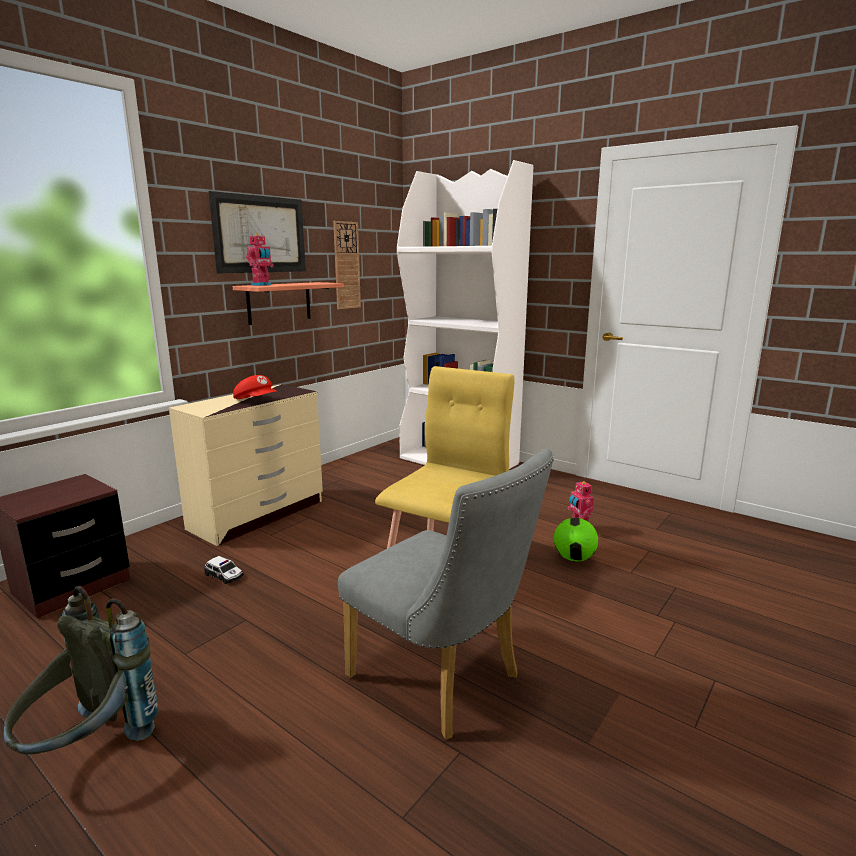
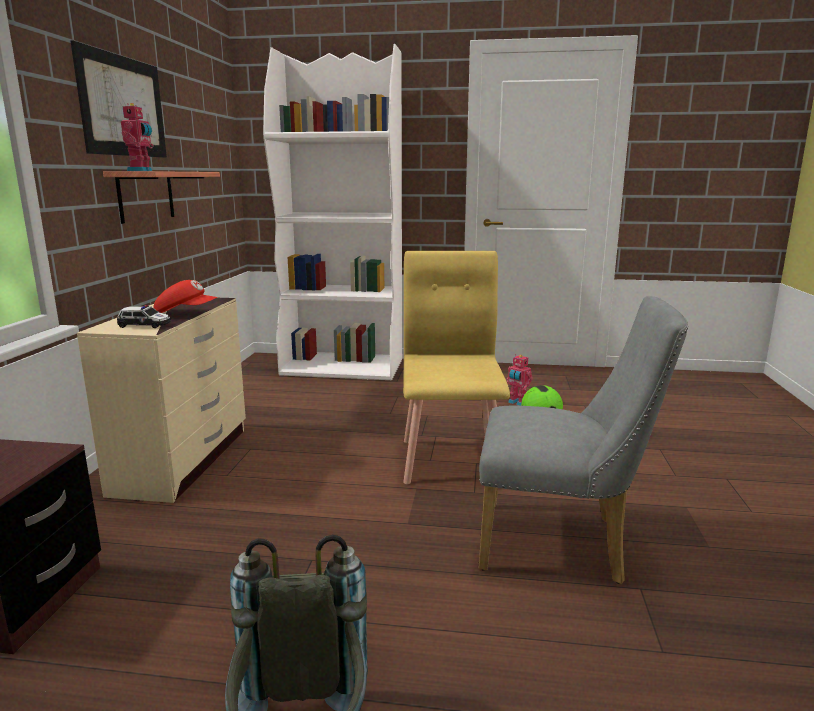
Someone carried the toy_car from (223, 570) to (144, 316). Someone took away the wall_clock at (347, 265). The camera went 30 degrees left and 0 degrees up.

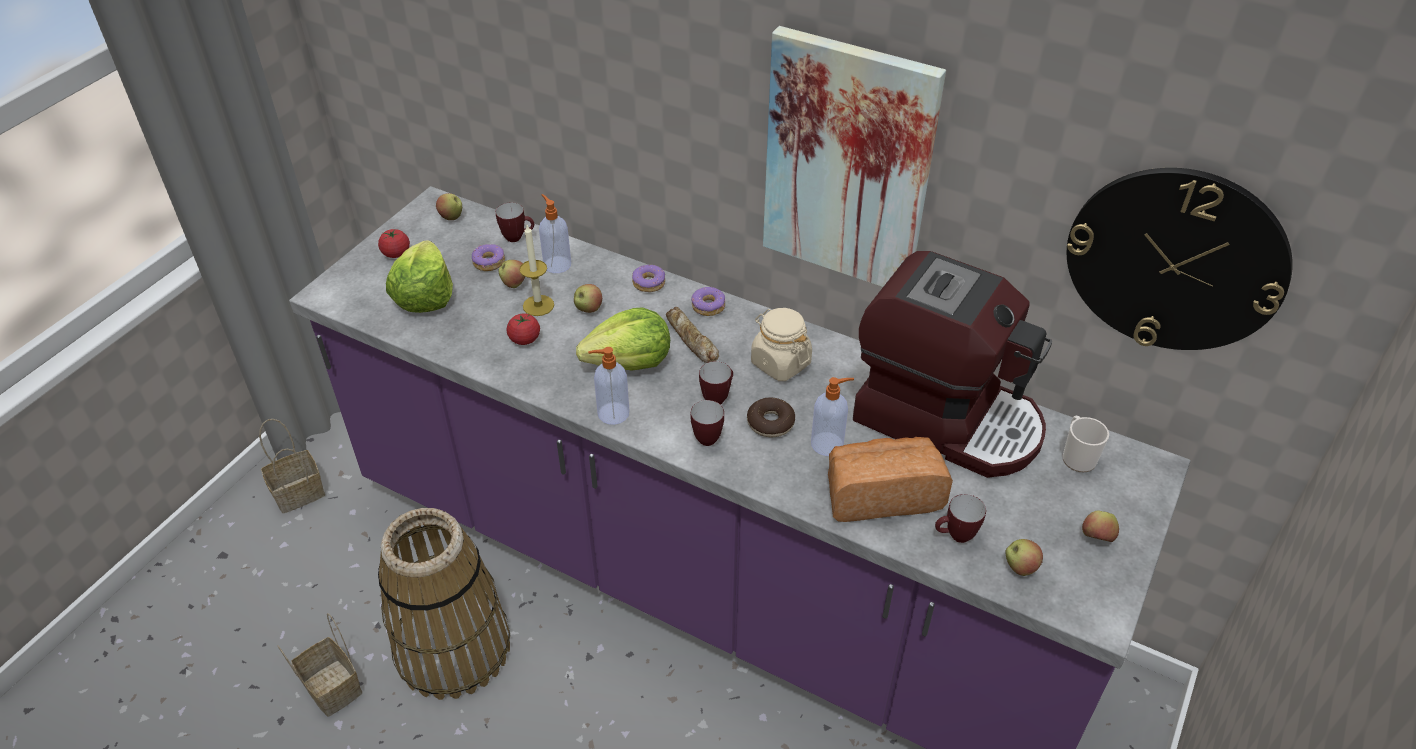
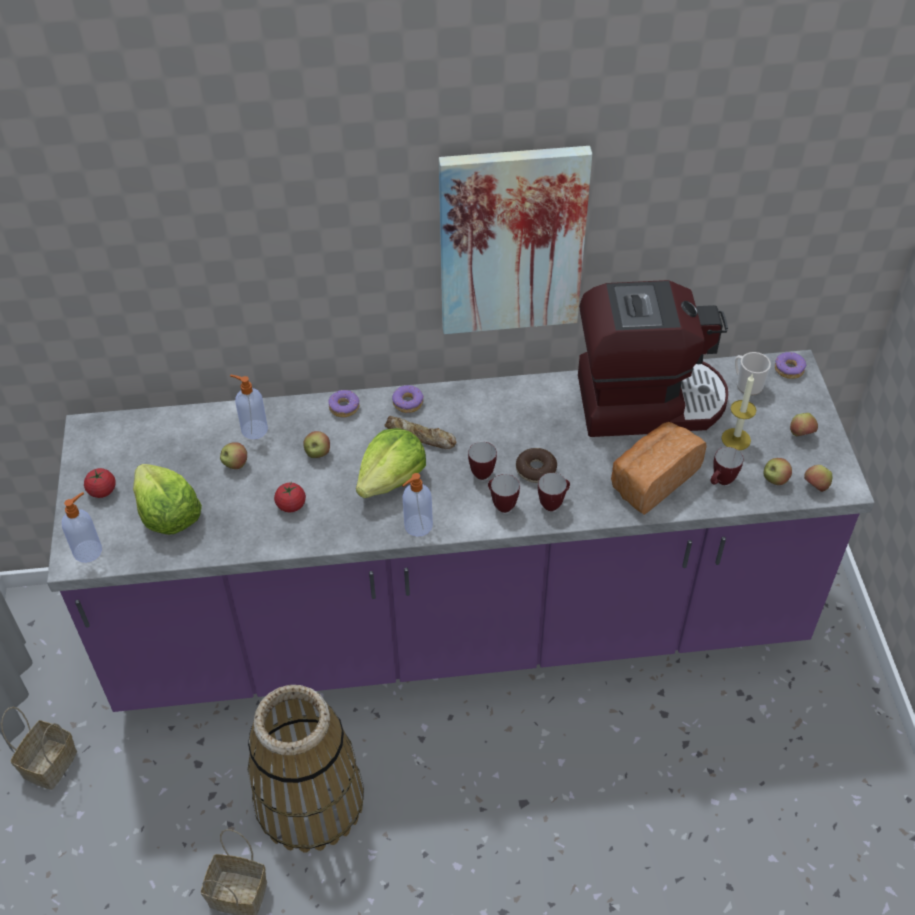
Someone carried the apple from (449, 206) to (818, 478). Someone carried the donut from (488, 257) to (790, 365). Someone carried the mug from (514, 222) to (554, 492). Someone carried the candle from (537, 270) to (739, 412). Someone took away the beige_jar at (781, 344). Someone carried the soap_dispenser from (832, 416) to (82, 527). Someone took away the wall_clock at (1180, 259). The camera went 35 degrees left and 5 degrees up.

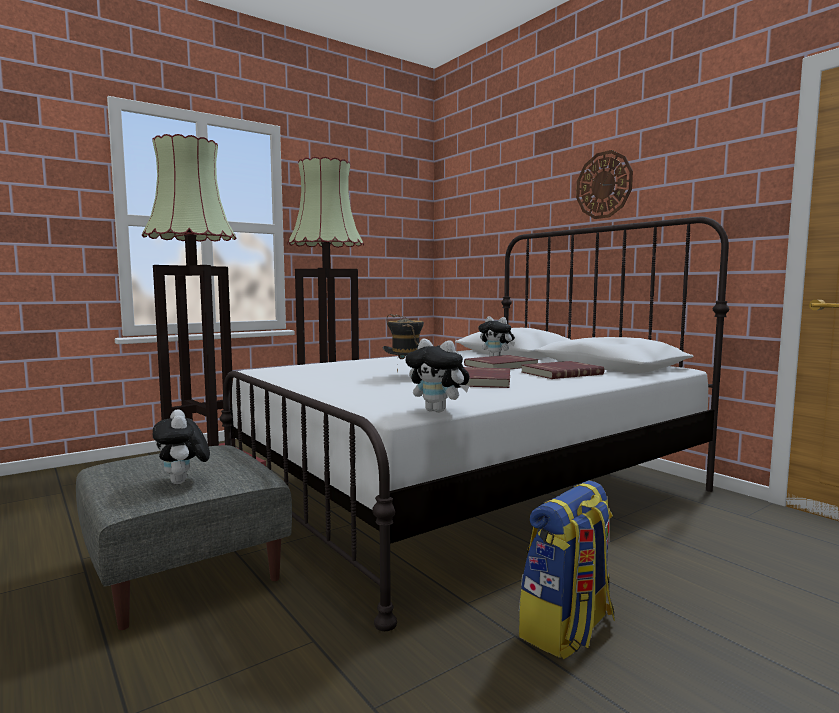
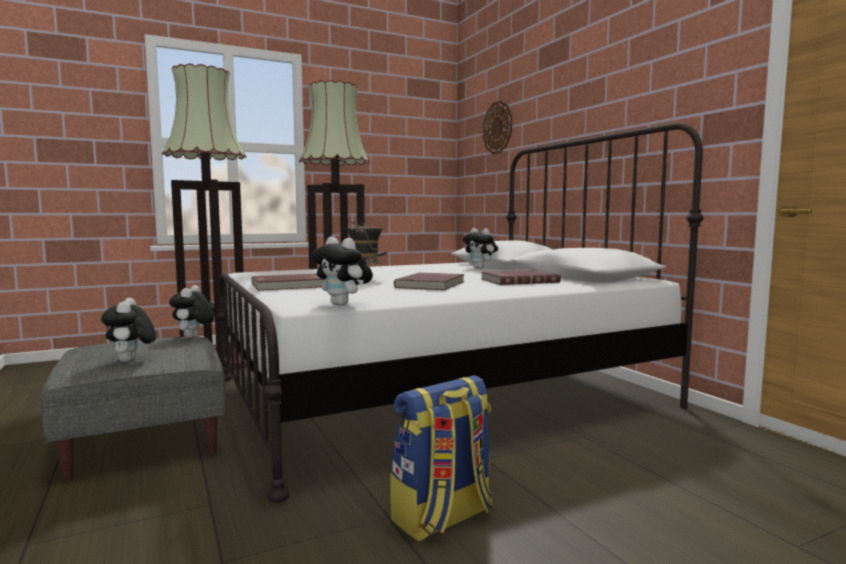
Someone carried the red_book from (501, 362) to (288, 282). Someone carried the wall_clock from (604, 184) to (497, 127). Someone put down the plush_toy at (191, 311). The camera went 10 degrees right and 0 degrees up.

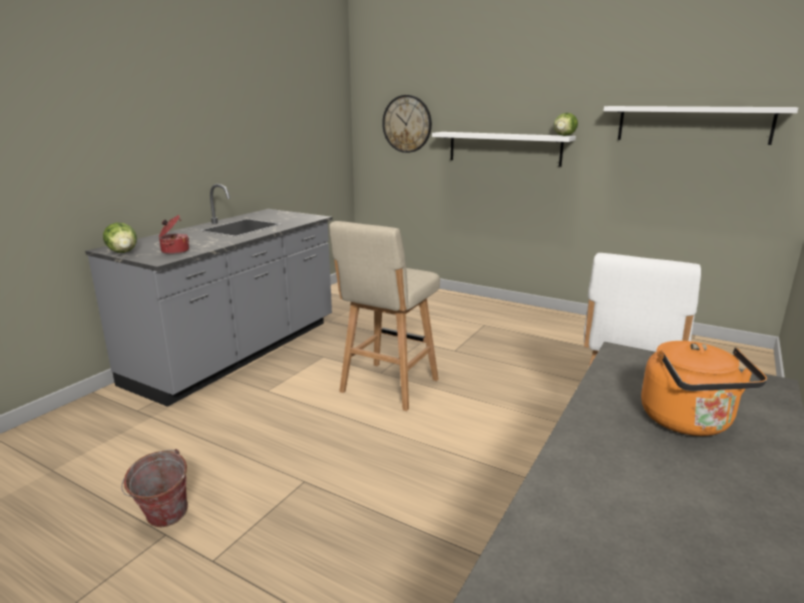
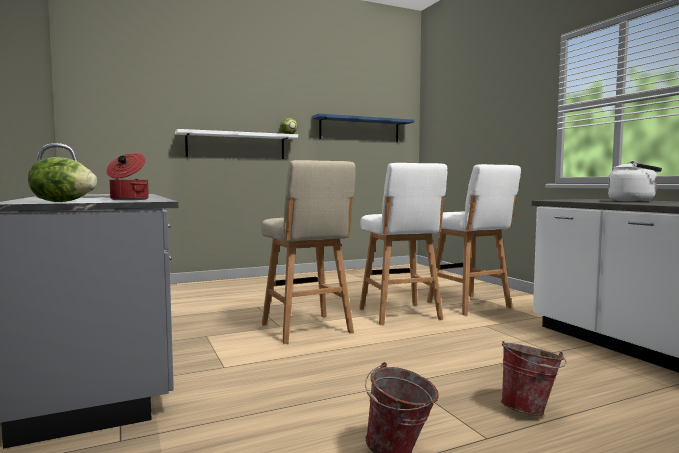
Someone took away the wall_clock at (407, 124). Someone repainted the white_shelf at (701, 125), which became the blue_shelf at (363, 127). Someone repainted the orange_kettle at (704, 388), which became the white_kettle at (635, 181). Someone put down the white_stool at (403, 244). Someone put down the bucket at (533, 378). The camera went 55 degrees left and 15 degrees down.

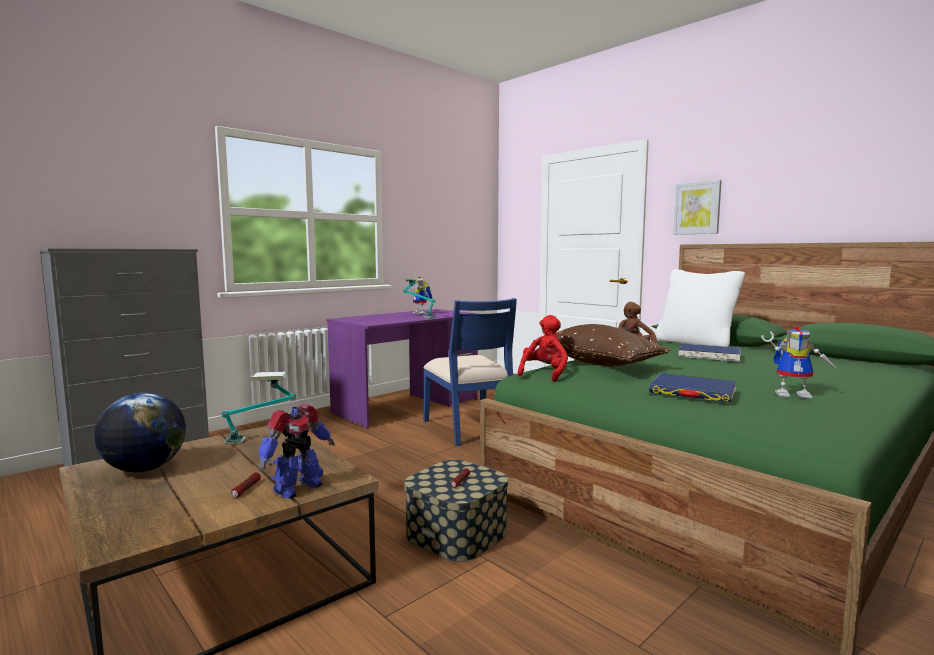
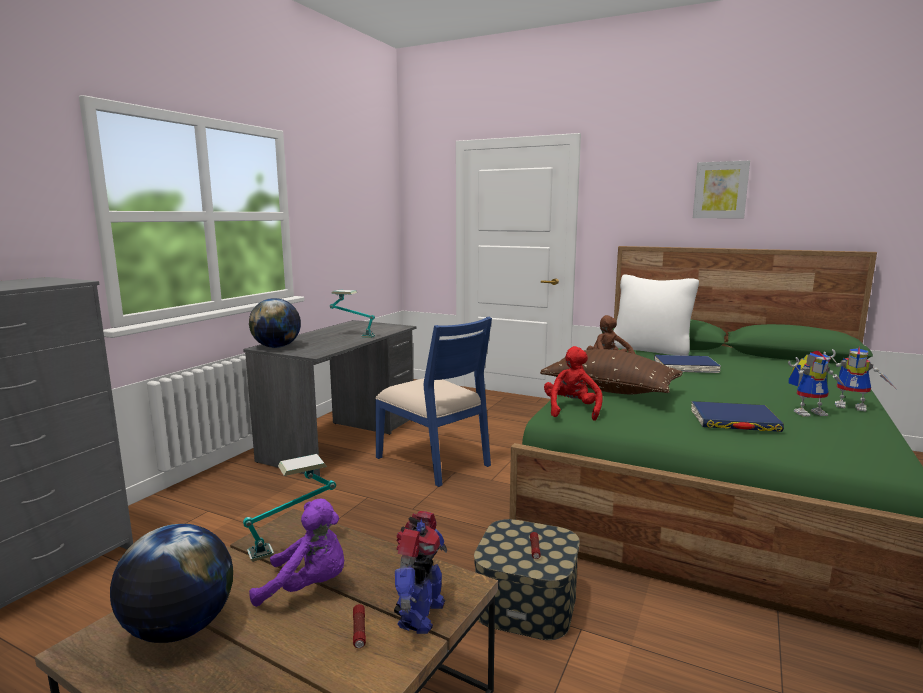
Someone repainted the purple_desk at (402, 368), which became the grey_desk at (329, 398). Someone carried the toy_robot from (422, 295) to (859, 380). Someone carried the picture from (697, 207) to (721, 189). Someone put down the globe at (275, 323). Someone put down the purple_plush_toy at (297, 553). The camera went 20 degrees left and 5 degrees up.

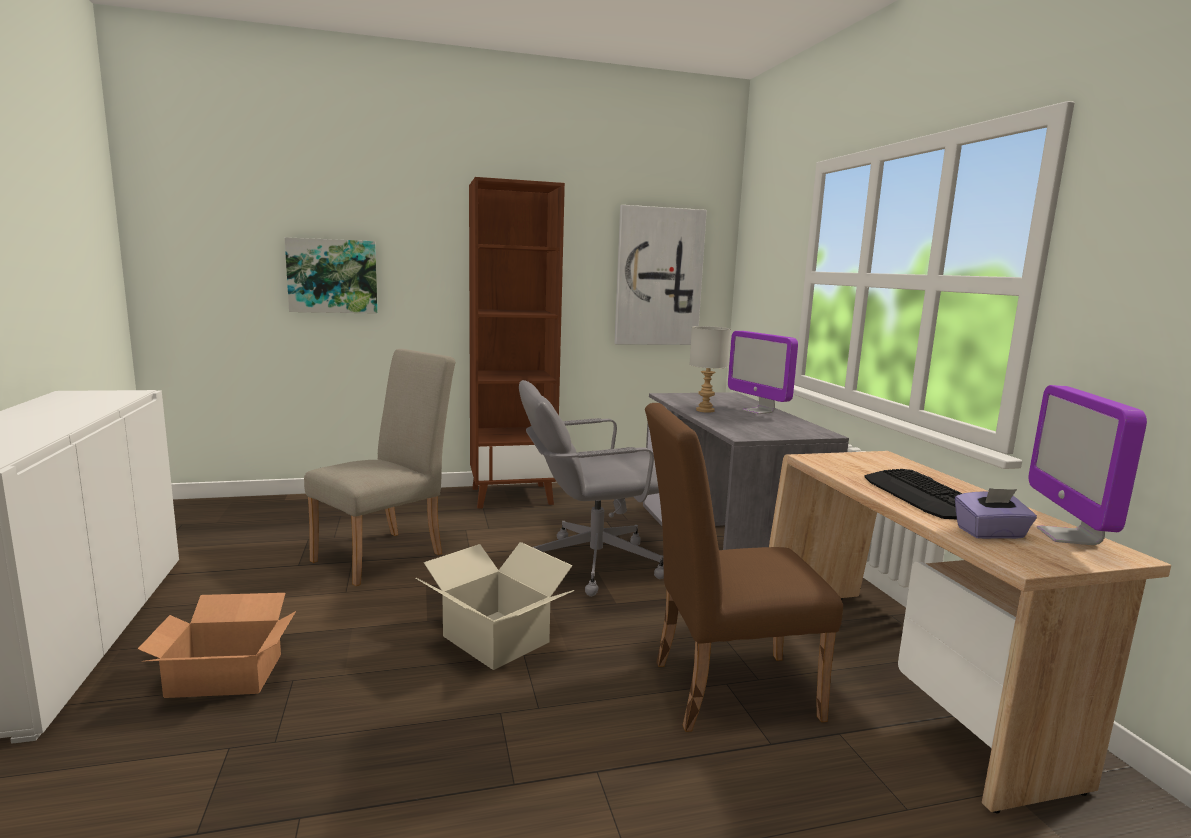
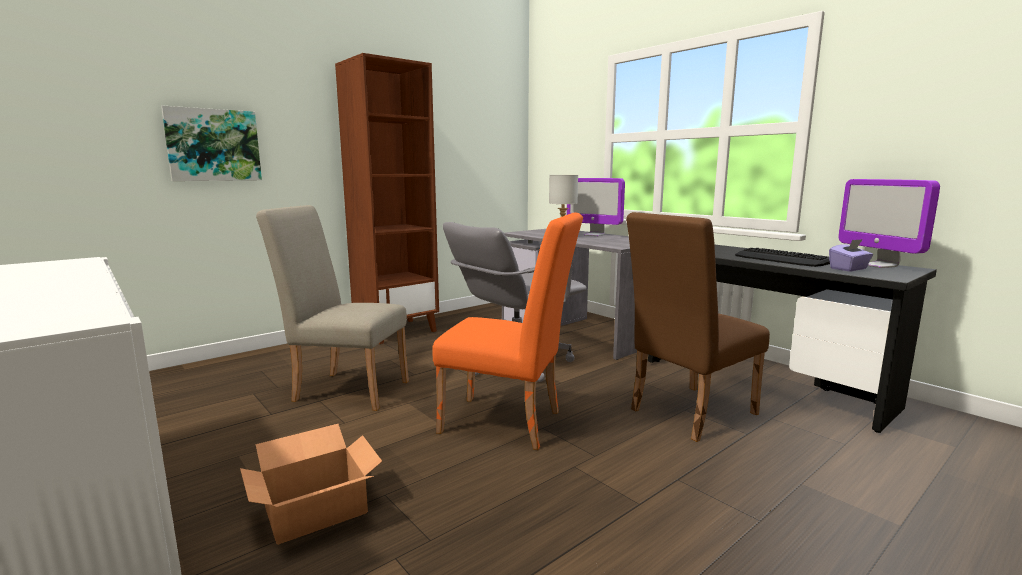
Someone rotated the beige_chair at (380, 467) by 90 degrees counterclockwise. Someone swapped the cardboard_box at (495, 606) for the orange_chair at (508, 331). Someone took away the picture at (660, 275). Someone repainted the beige_desk at (970, 632), which became the black_desk at (792, 339). The camera went 25 degrees left and 0 degrees up.

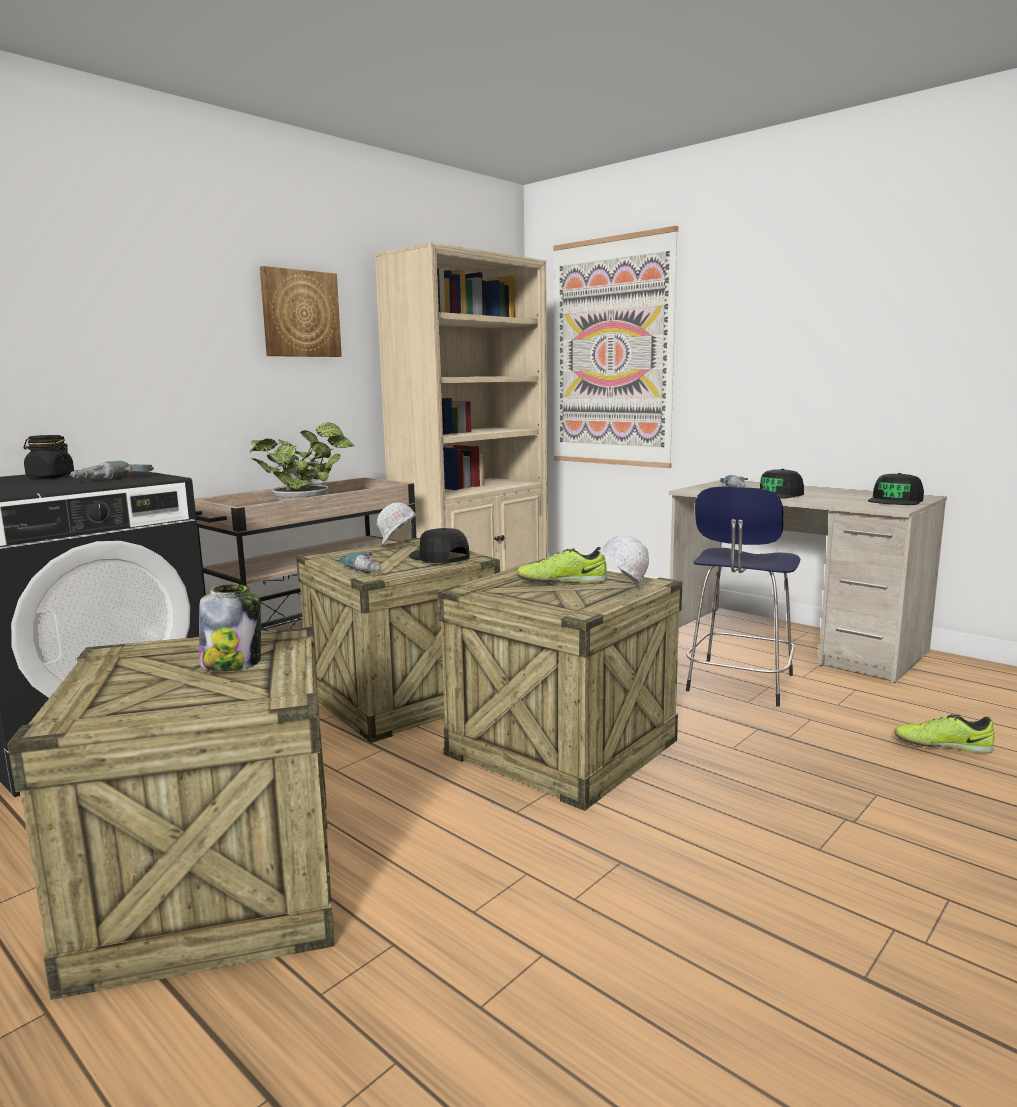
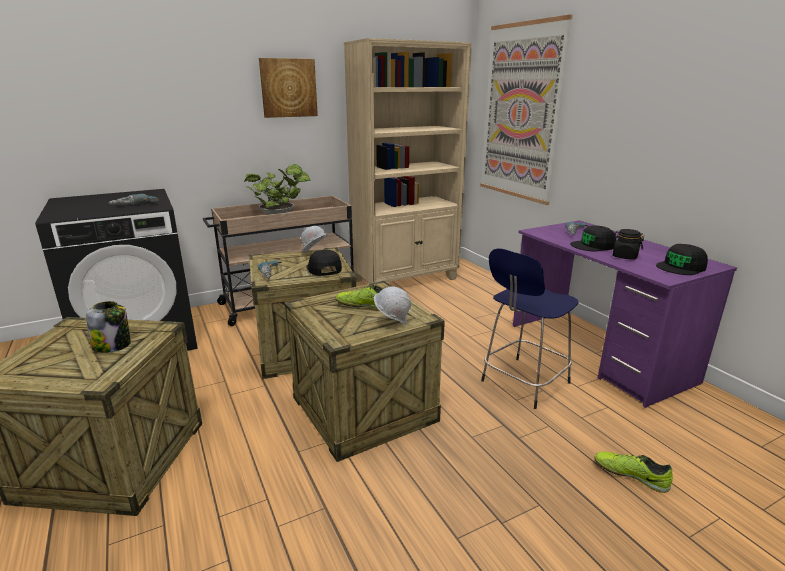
Someone carried the black_jar from (48, 456) to (628, 244). Someone repainted the beige_desk at (808, 581), which became the purple_desk at (625, 314). The camera went 20 degrees right and 10 degrees up.

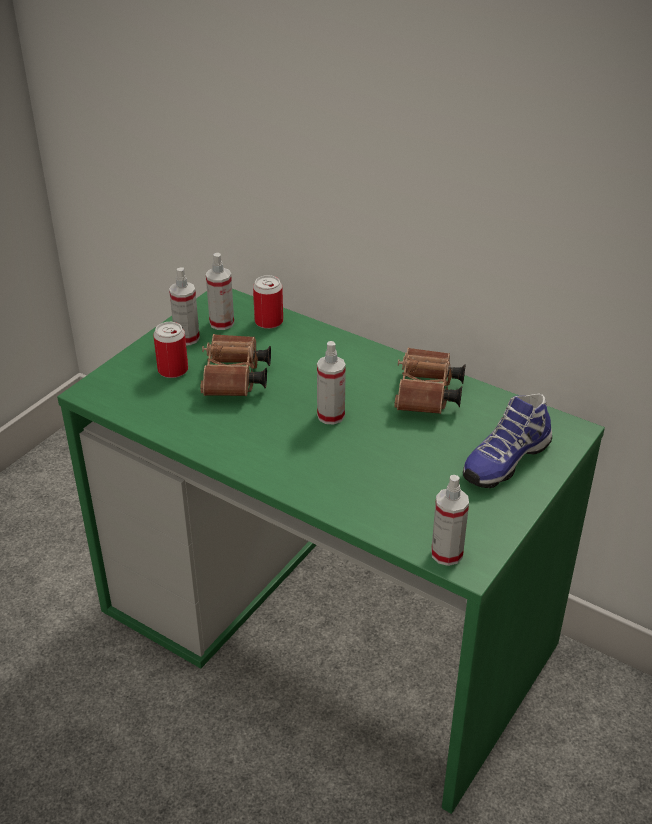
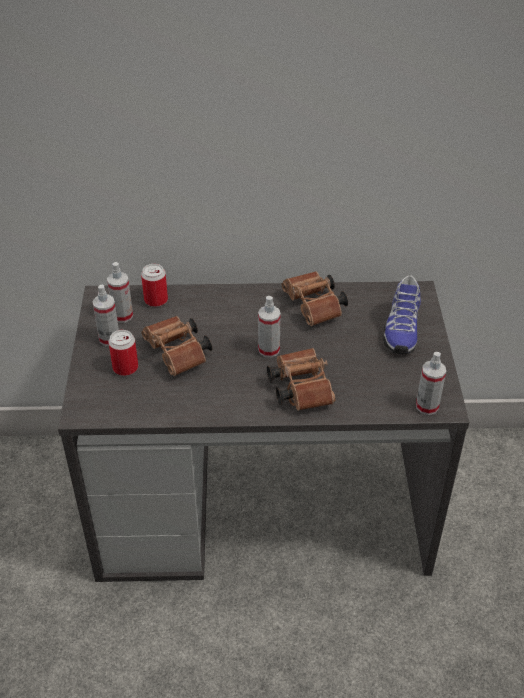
Someone repainted the green_desk at (331, 551), which became the grey_desk at (263, 431). Someone put down the brown_binoculars at (301, 379). The camera went 35 degrees left and 5 degrees up.

